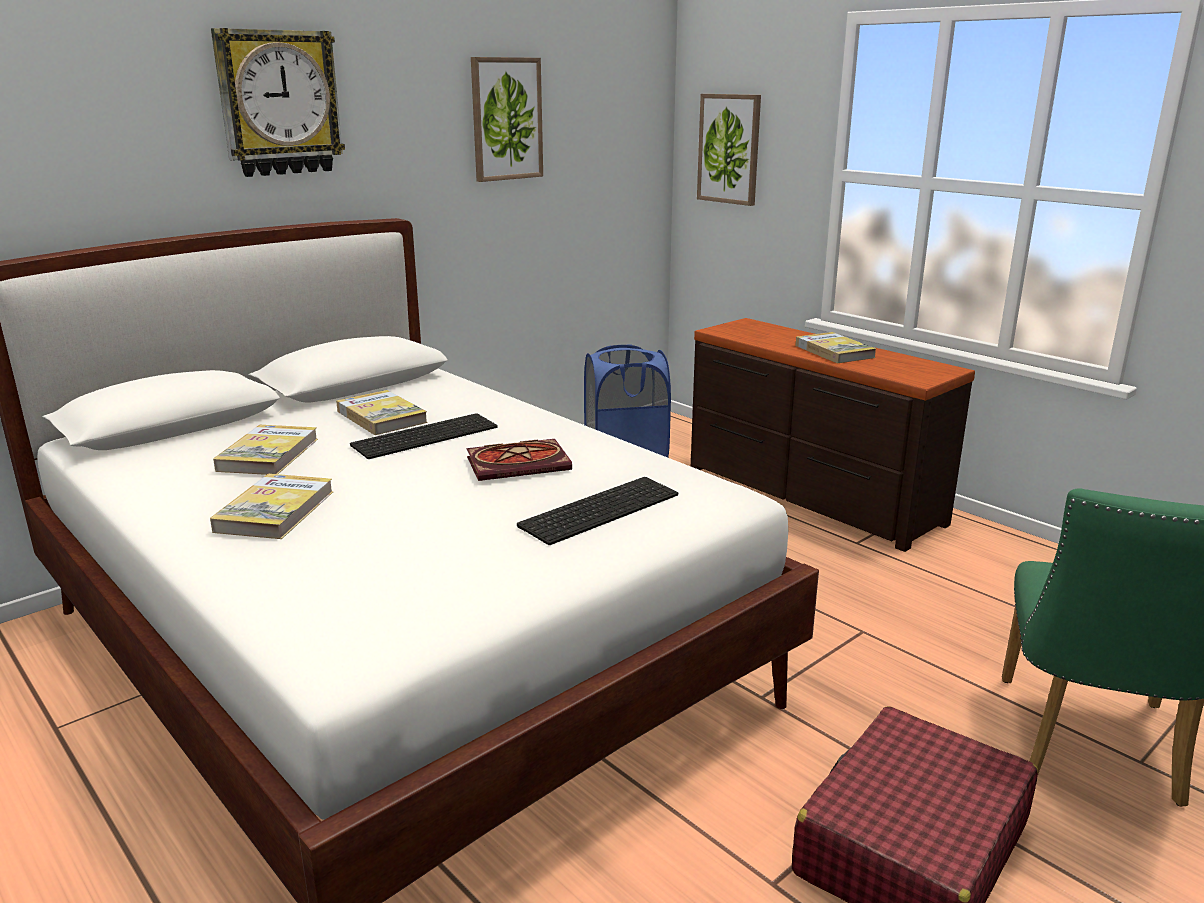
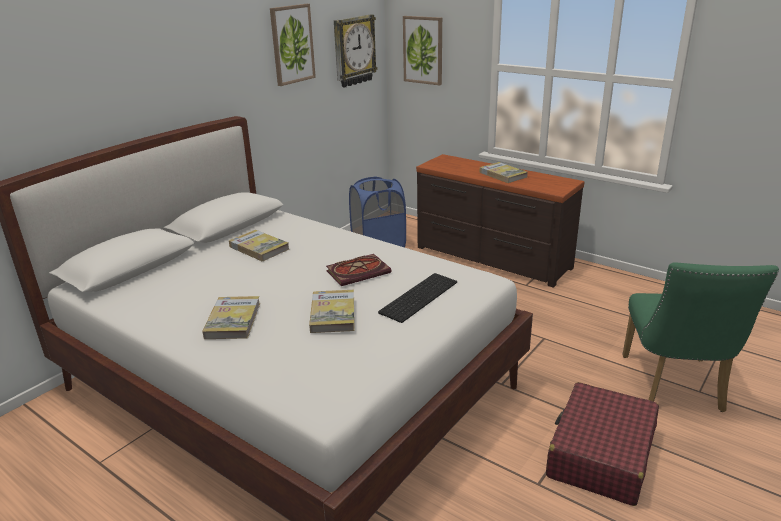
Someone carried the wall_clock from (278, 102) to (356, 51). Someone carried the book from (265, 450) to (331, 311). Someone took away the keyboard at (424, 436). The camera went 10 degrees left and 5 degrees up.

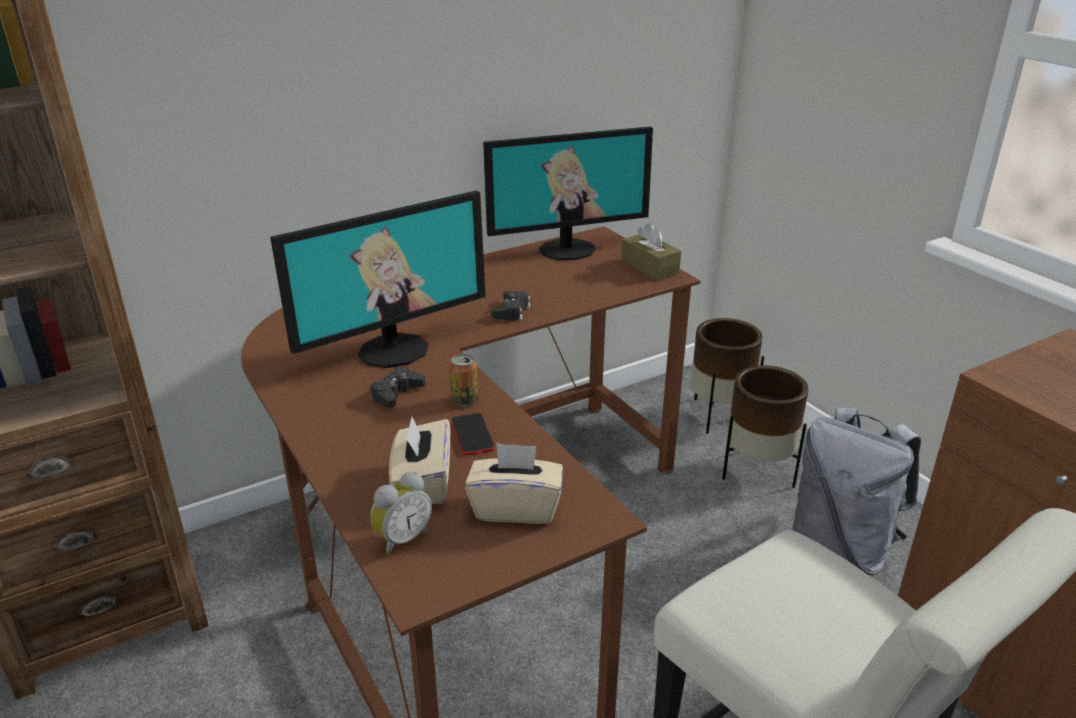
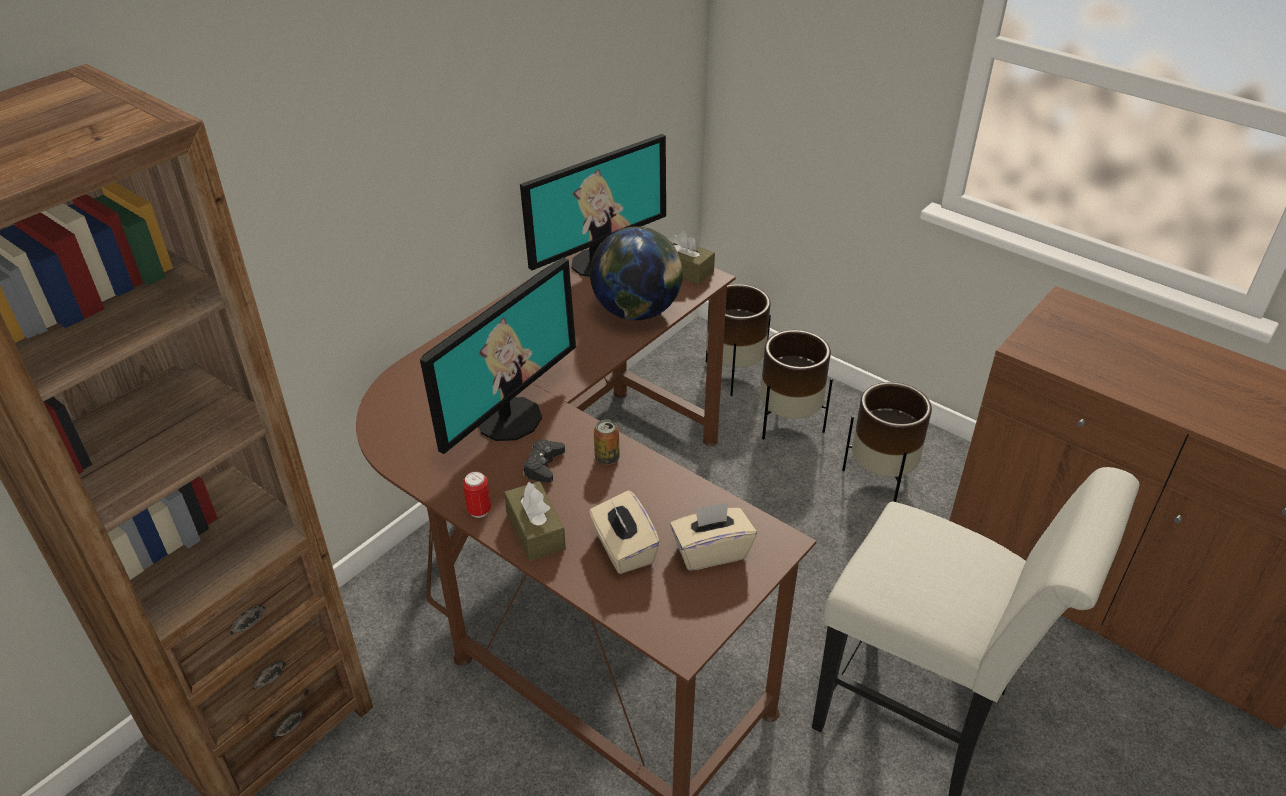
Someone took away the alarm_clock at (401, 513). Someone took away the phone at (472, 434). Someone took away the black_game_controller at (510, 306). Someone swapped the grey_backpack at (856, 491) for the brown_planter at (887, 442). Someone put down the can at (477, 494). Someone put down the brown_tissue_box at (535, 521). Someone put down the globe at (636, 273). The camera went 20 degrees left and 10 degrees up.

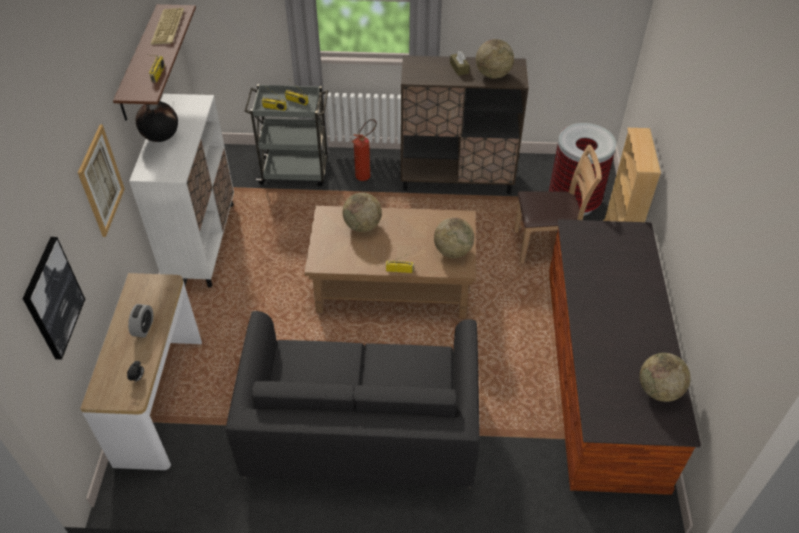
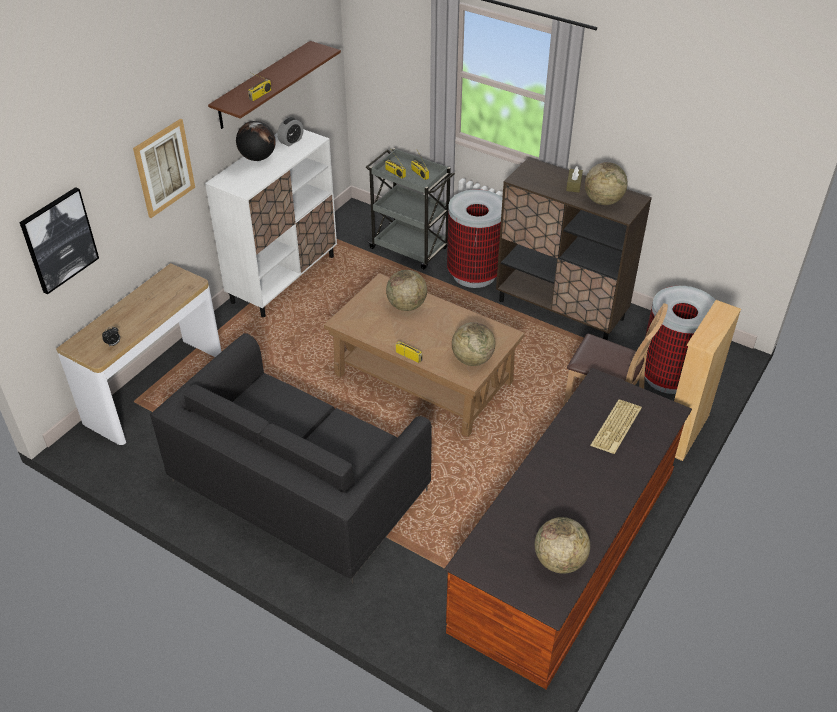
Someone carried the alarm_clock from (140, 321) to (290, 131). Someone carried the keyboard from (167, 26) to (616, 427). Someone swapped the fire_extinguisher at (364, 150) for the trash_can at (474, 238). The camera went 30 degrees right and 5 degrees down.

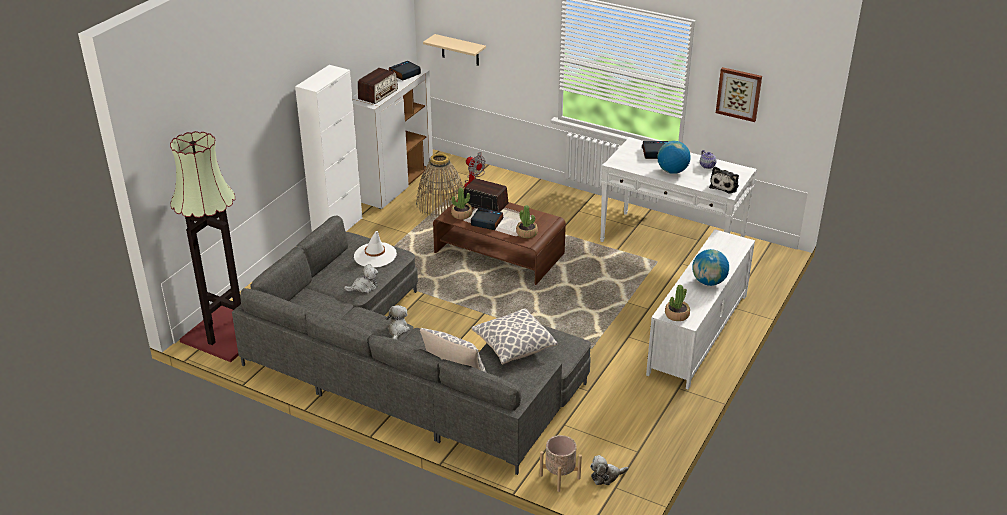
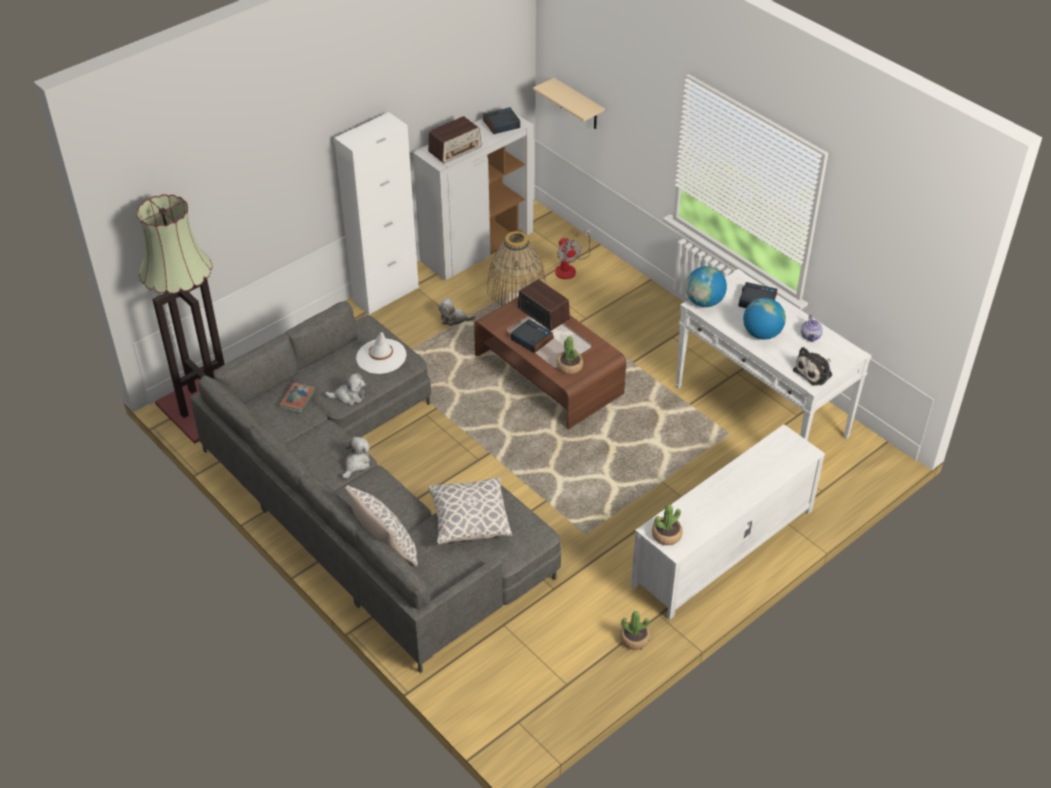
Someone carried the potted_plant from (462, 203) to (635, 630). Someone took away the beige_planter at (561, 463). Someone carried the plush_toy from (609, 470) to (456, 312). Someone carried the globe from (710, 267) to (706, 286). Someone took away the picture at (739, 94). Someone put down the book at (296, 398). The camera went 20 degrees right and 10 degrees up.

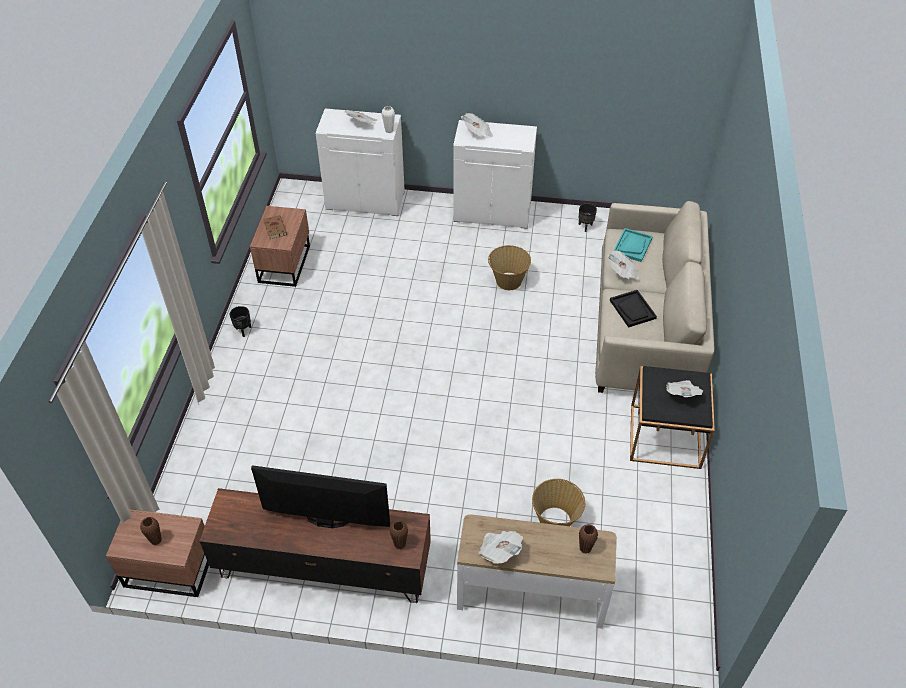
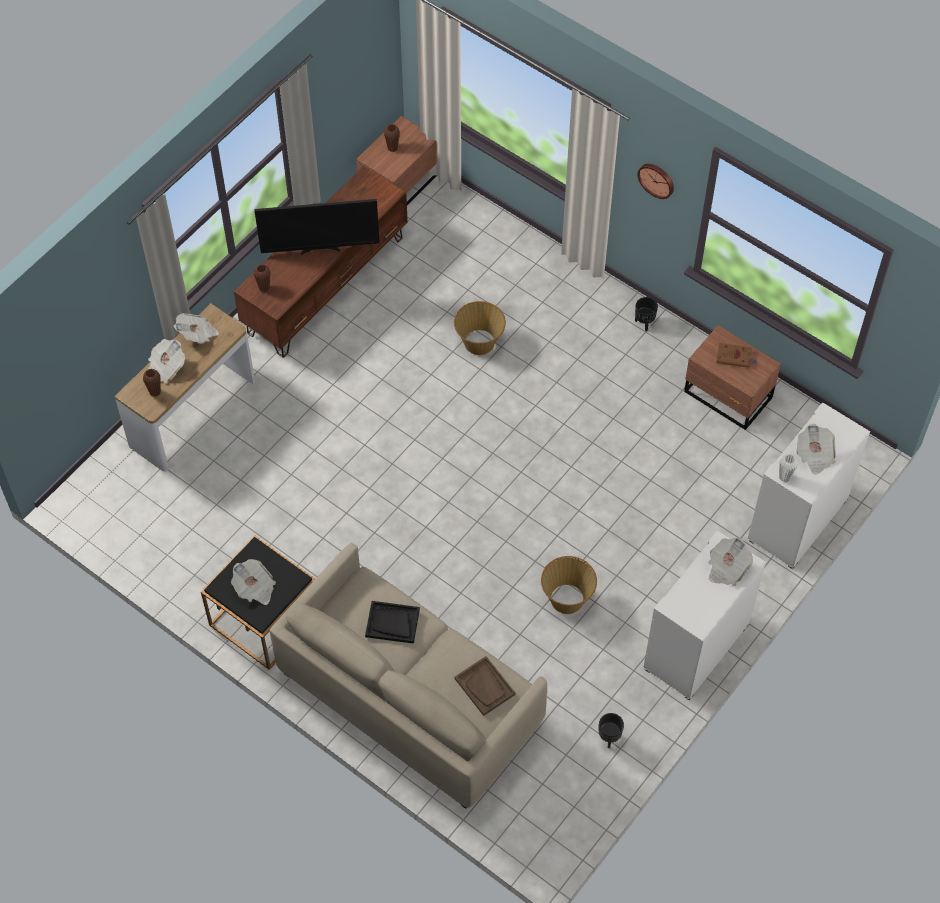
Someone rotated the television at (320, 496) by 45 degrees clockwise. Someone carried the basket from (558, 502) to (480, 328). Someone carried the newspaper from (624, 265) to (166, 361). Someone repainted the turquoise_tray at (633, 245), which became the brown_tray at (484, 686). Someone put up the wall_clock at (656, 181). The camera went 120 degrees right and 10 degrees up.

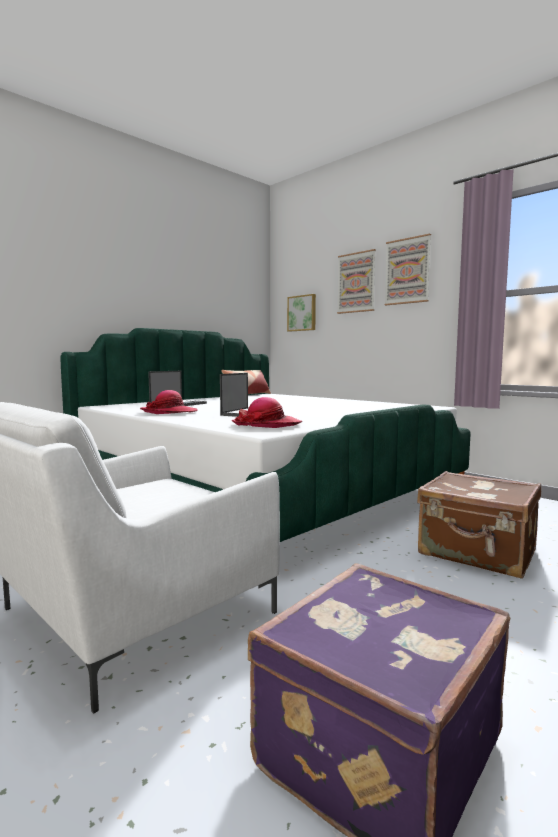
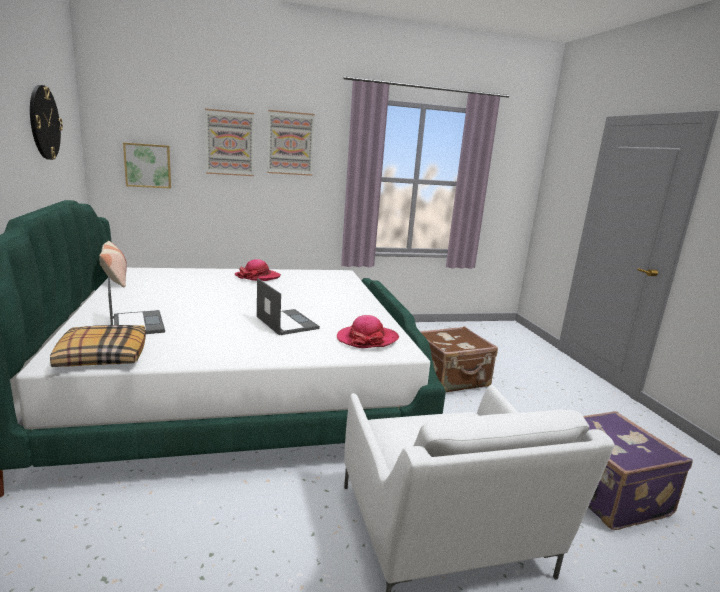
Someone carried the hat from (169, 402) to (258, 270). Someone put up the wall_clock at (46, 122). Someone put down the pillow at (98, 346). The camera went 60 degrees left and 10 degrees up.

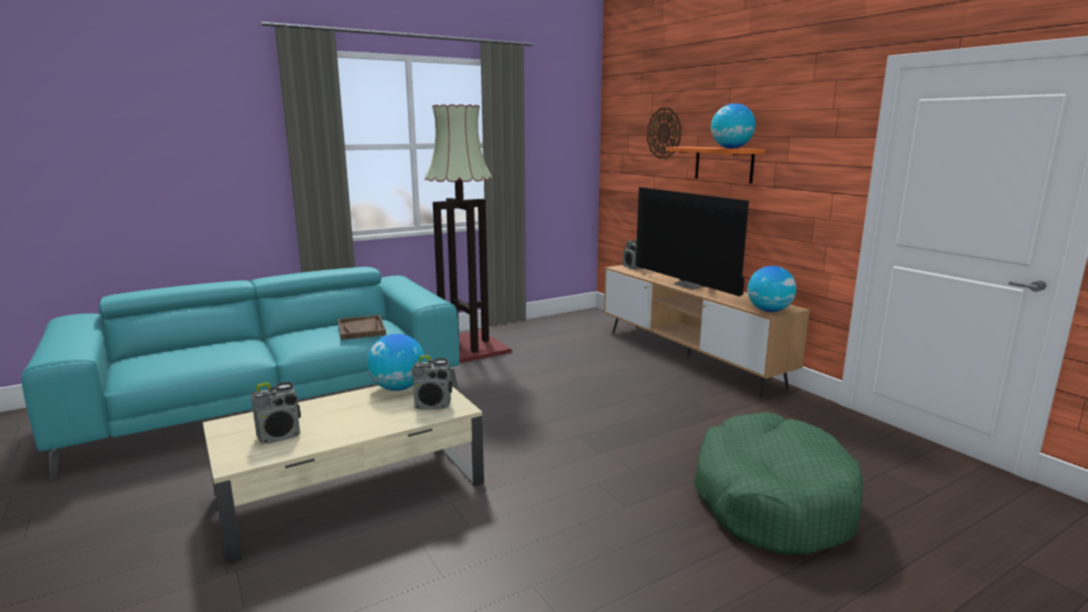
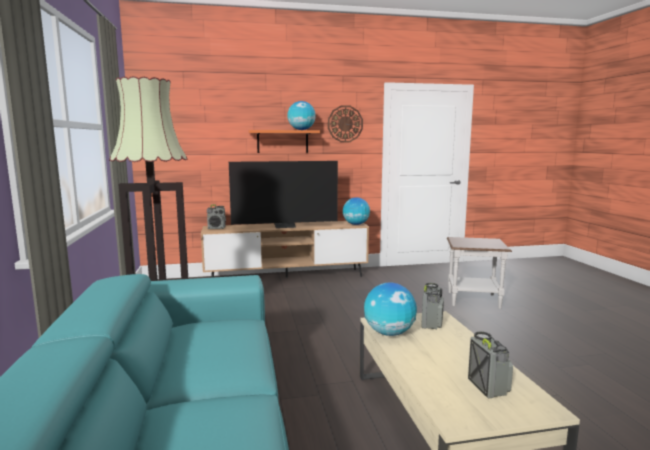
Someone took away the brown_tray at (362, 327). Someone carried the wall_clock from (664, 133) to (345, 123). Someone swapped the green_dog_bed at (778, 484) for the brown_side_table at (479, 273). The camera went 70 degrees left and 5 degrees down.

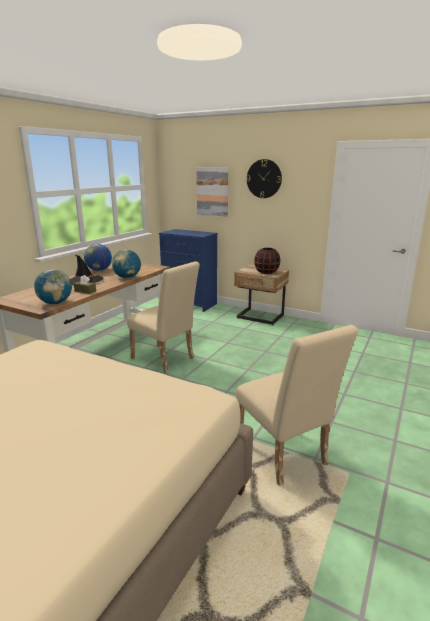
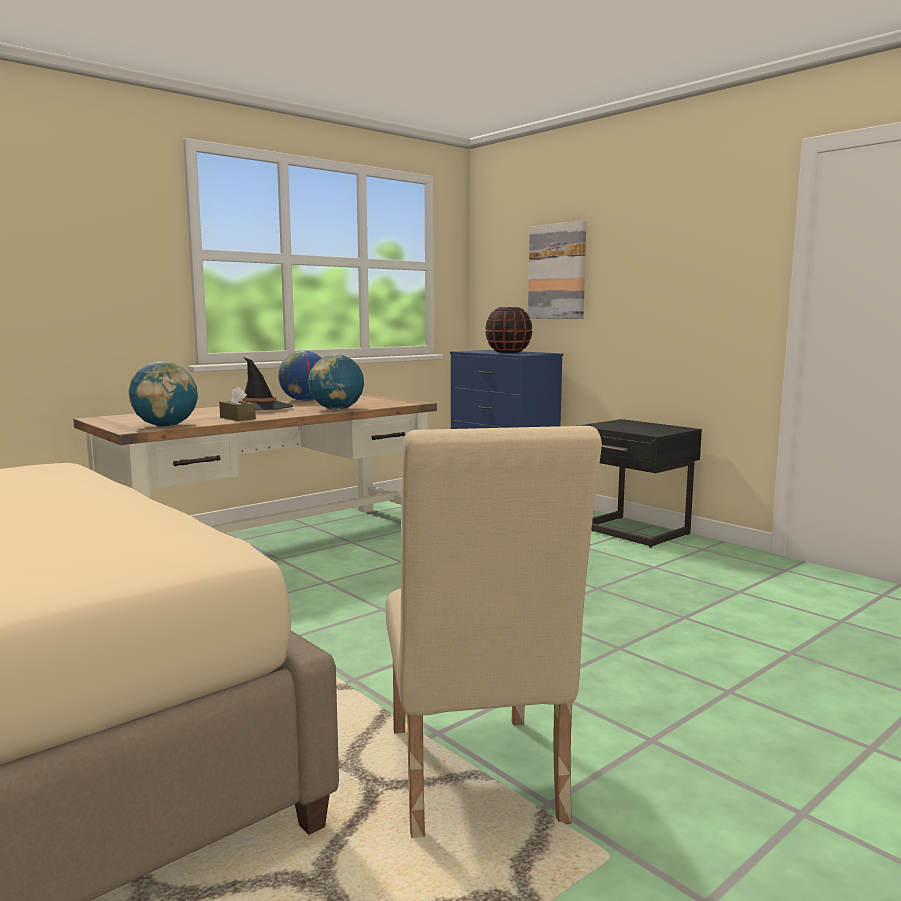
Someone took away the beige_chair at (163, 317). Someone repainted the beige_nightstand at (261, 295), which became the black_nightstand at (640, 483). Someone took away the wall_clock at (264, 178). Someone carried the black_vase from (267, 261) to (508, 330). The camera went 20 degrees right and 10 degrees down.

